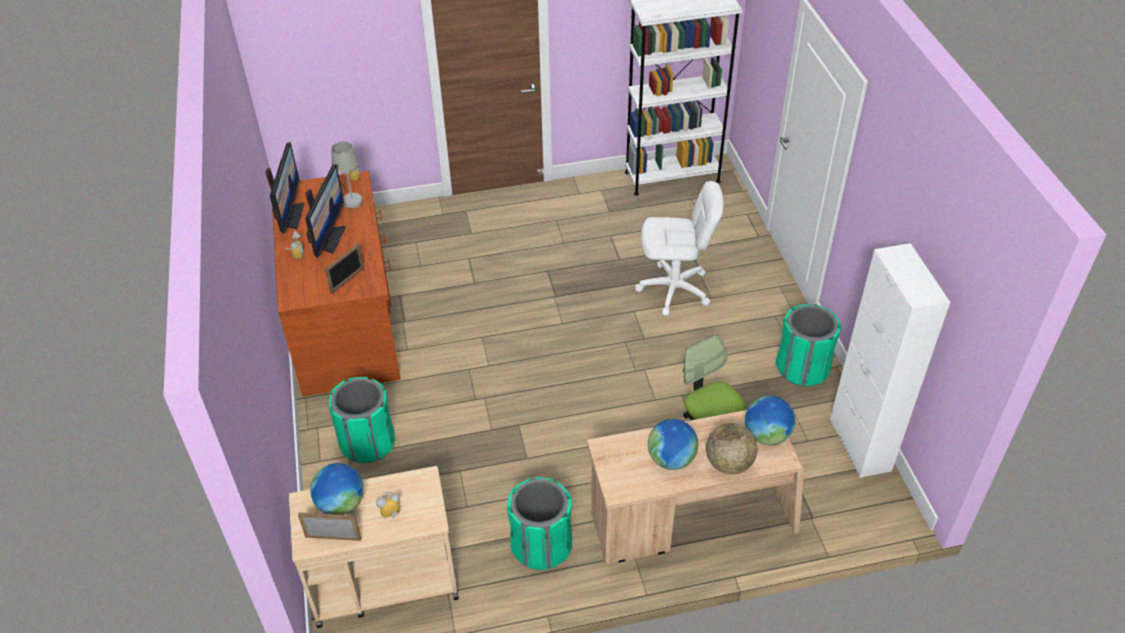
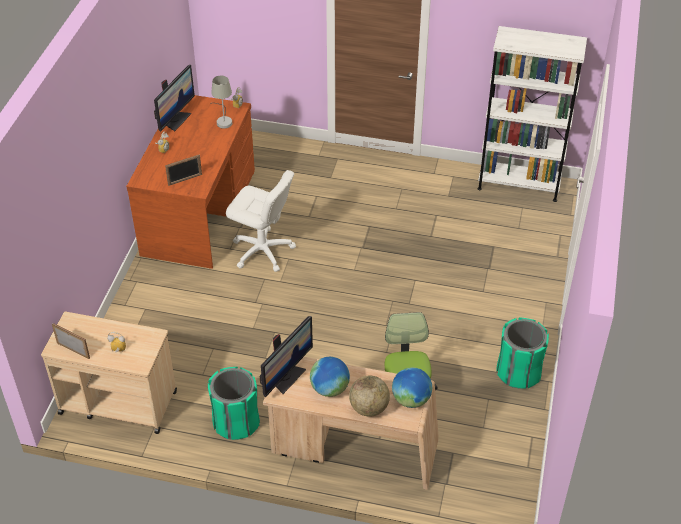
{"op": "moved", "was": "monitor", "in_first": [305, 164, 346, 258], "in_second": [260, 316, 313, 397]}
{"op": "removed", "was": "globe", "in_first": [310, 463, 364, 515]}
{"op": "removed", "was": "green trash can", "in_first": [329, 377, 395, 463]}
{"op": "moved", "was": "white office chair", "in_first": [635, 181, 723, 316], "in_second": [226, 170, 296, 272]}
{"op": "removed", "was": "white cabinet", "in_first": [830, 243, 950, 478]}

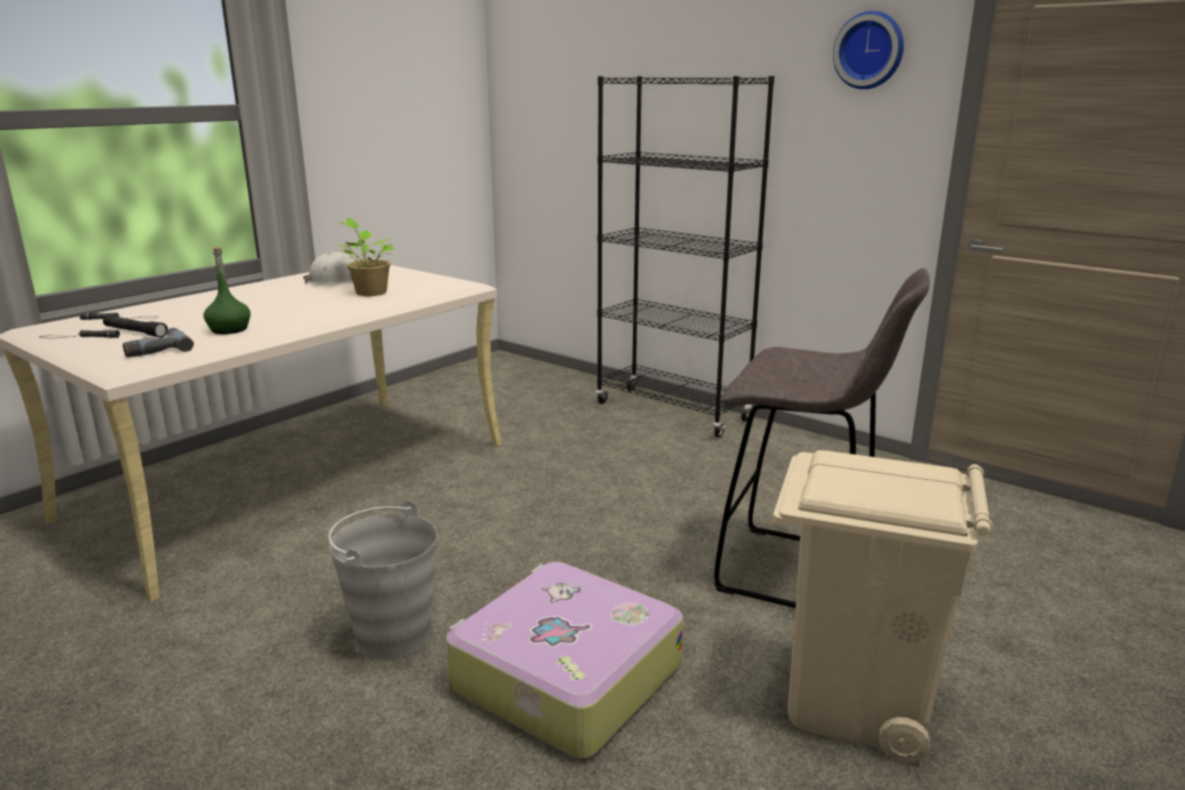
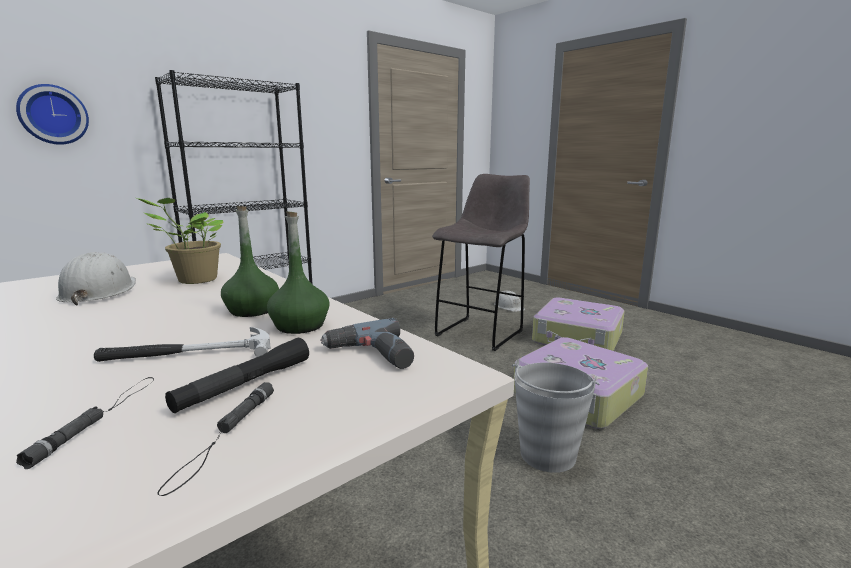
{"op": "replaced", "was": "beige trash can", "now": "suitcase", "in_first": [773, 450, 993, 763], "in_second": [532, 297, 625, 351]}
{"op": "moved", "was": "wall clock", "in_first": [833, 11, 904, 89], "in_second": [16, 84, 89, 145]}
{"op": "added", "now": "hammer", "in_second": [94, 327, 271, 362]}
{"op": "added", "now": "green bottle", "in_second": [221, 206, 279, 317]}
{"op": "added", "now": "white hard hat", "in_second": [494, 291, 525, 312]}

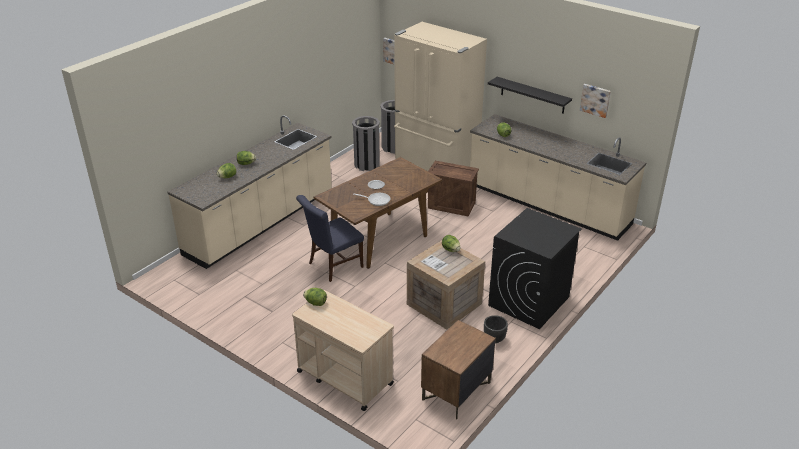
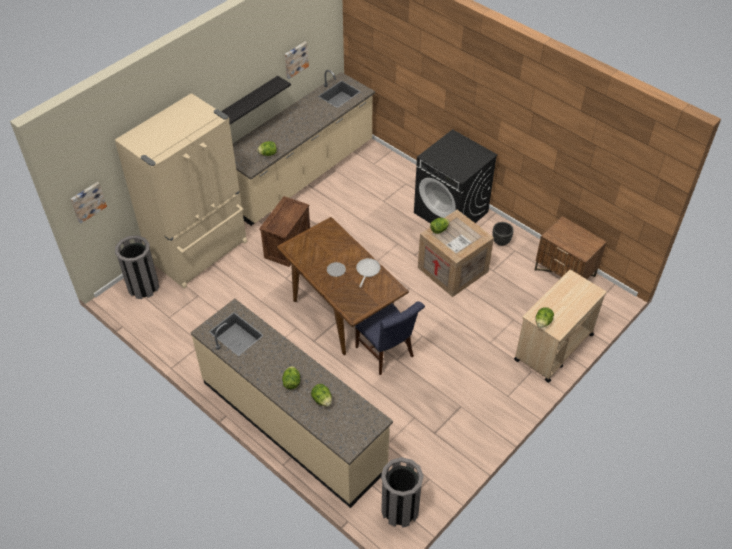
{"op": "moved", "was": "grey trash can", "in_first": [352, 116, 380, 171], "in_second": [381, 457, 424, 528]}

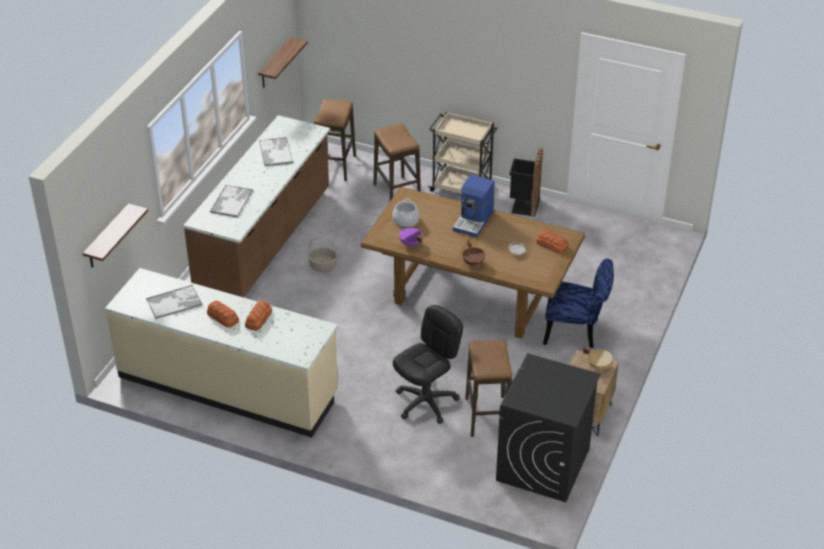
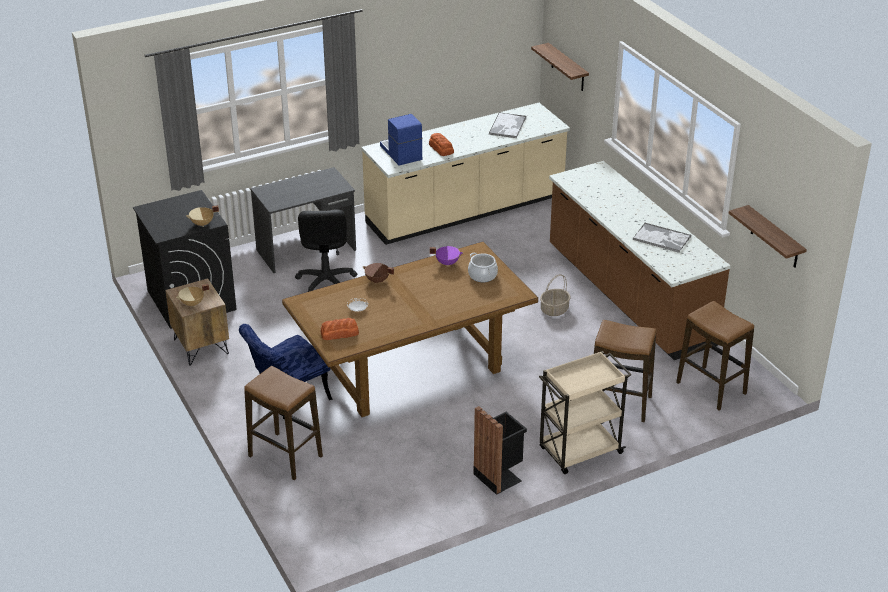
{"op": "removed", "was": "bread", "in_first": [207, 301, 239, 328]}
{"op": "removed", "was": "tray", "in_first": [210, 185, 253, 218]}
{"op": "moved", "was": "coffee machine", "in_first": [453, 175, 495, 237], "in_second": [380, 114, 422, 166]}
{"op": "moved", "was": "stool", "in_first": [465, 340, 512, 437], "in_second": [244, 366, 323, 480]}
{"op": "added", "now": "beige cooking pot", "in_second": [186, 205, 219, 227]}
{"op": "added", "now": "grey desk", "in_second": [250, 167, 356, 273]}

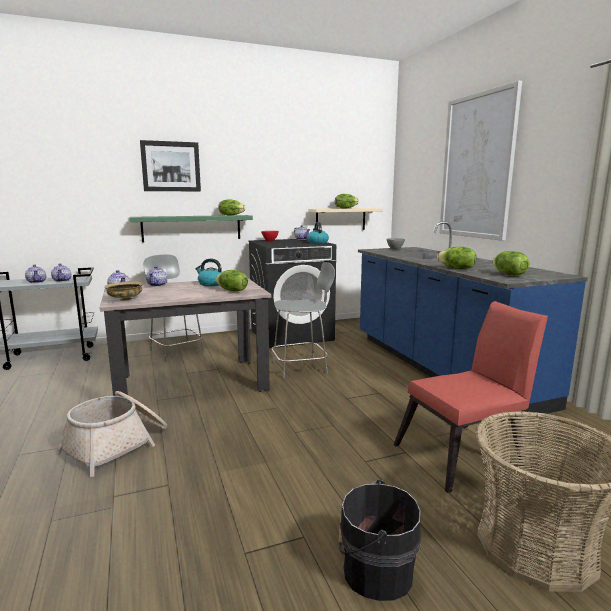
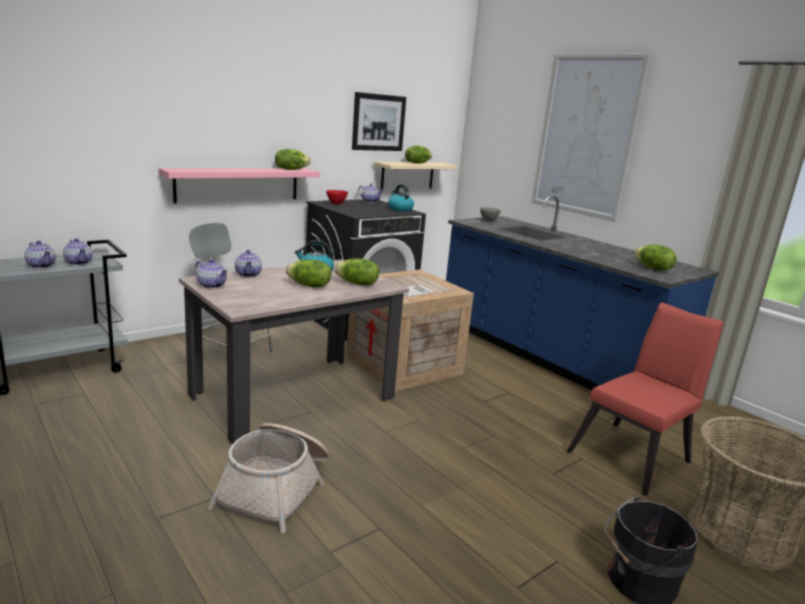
{"op": "removed", "was": "beige bowl", "in_first": [104, 282, 143, 301]}
{"op": "recoloured", "was": "green shelf", "now": "pink shelf", "in_first": [130, 215, 253, 242], "in_second": [159, 168, 320, 204]}
{"op": "moved", "was": "picture", "in_first": [140, 140, 201, 191], "in_second": [352, 92, 406, 151]}
{"op": "replaced", "was": "grey stool", "now": "crate", "in_first": [272, 262, 335, 379], "in_second": [346, 269, 474, 391]}
{"op": "moved", "was": "lettuce", "in_first": [437, 247, 477, 269], "in_second": [286, 259, 331, 287]}

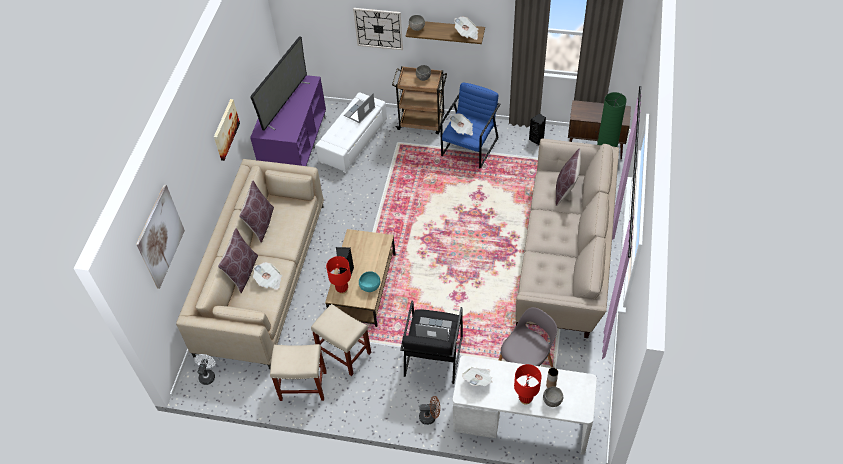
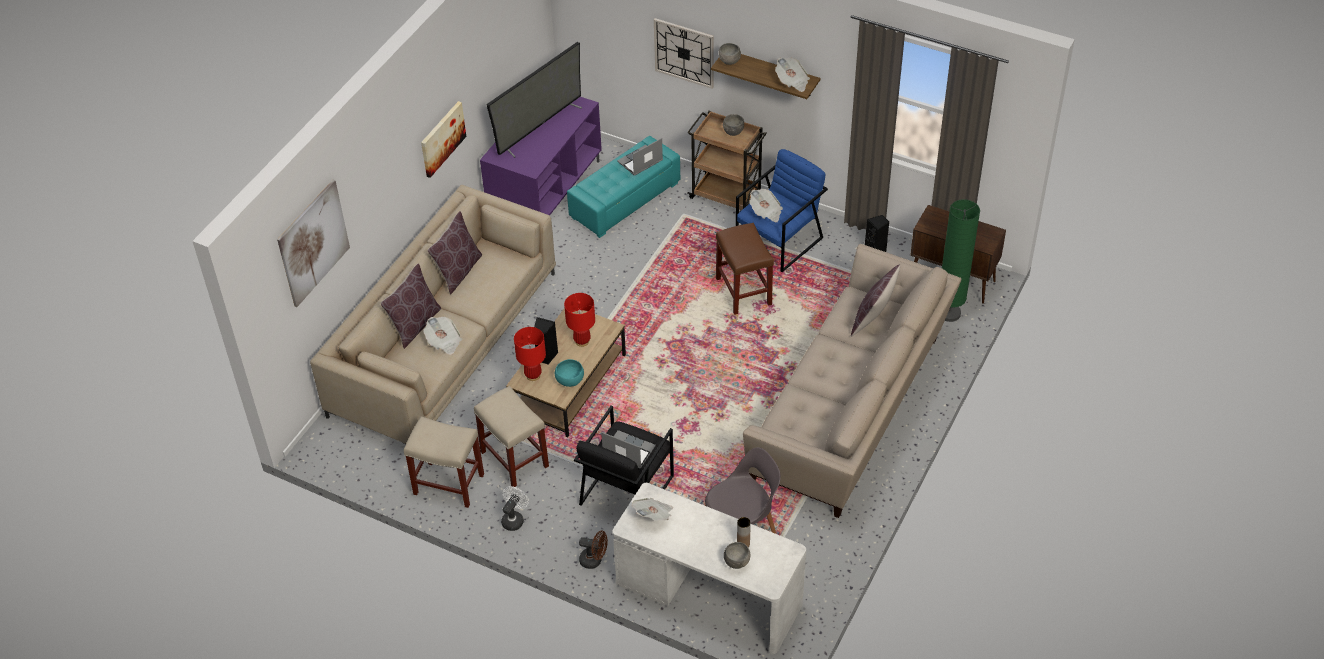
{"op": "moved", "was": "white fan", "in_first": [194, 354, 215, 385], "in_second": [501, 486, 529, 531]}
{"op": "recoloured", "was": "white ottoman", "now": "turquoise ottoman", "in_first": [316, 92, 387, 173], "in_second": [567, 136, 680, 238]}
{"op": "moved", "was": "red table lamp", "in_first": [514, 364, 542, 404], "in_second": [564, 293, 595, 347]}
{"op": "added", "now": "brown stool", "in_second": [716, 223, 774, 315]}

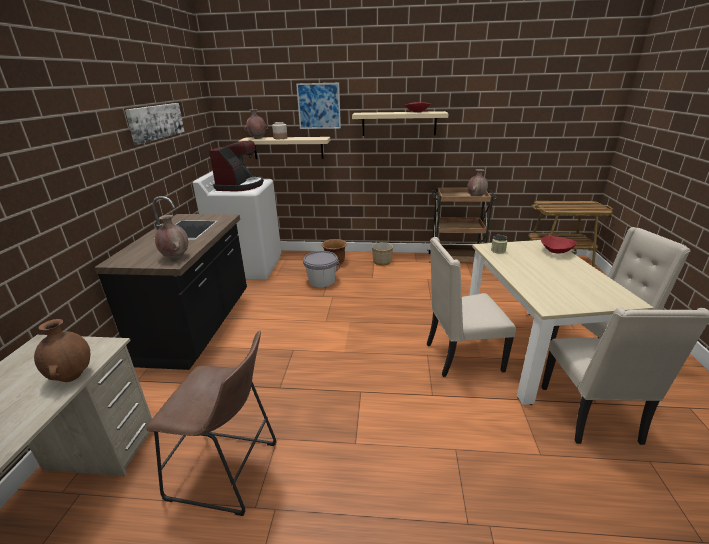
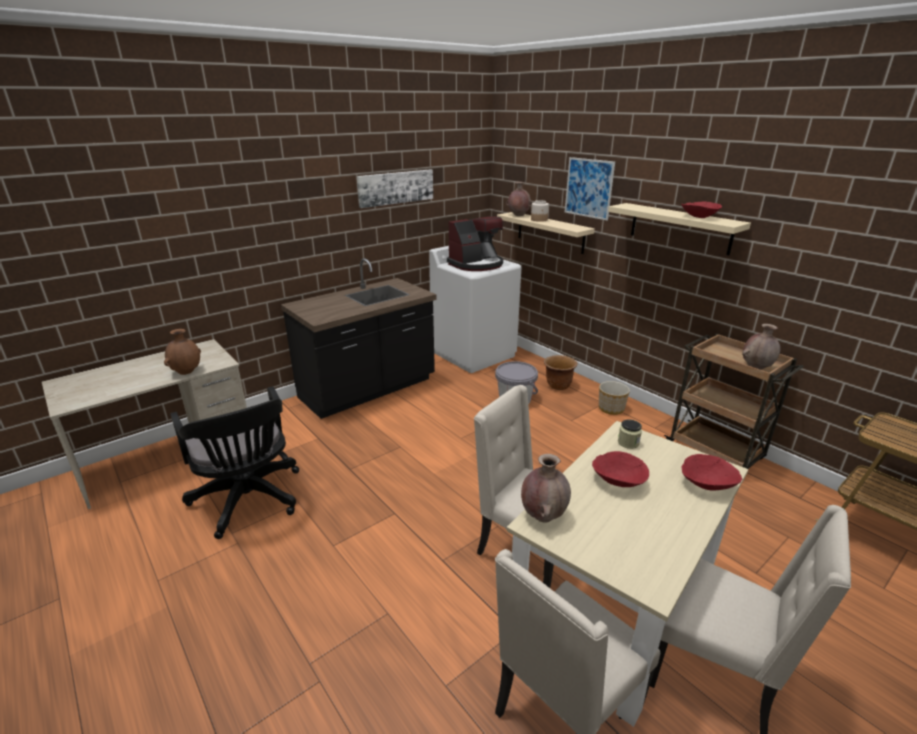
{"op": "replaced", "was": "brown stool", "now": "black office chair", "in_first": [146, 330, 276, 516], "in_second": [170, 386, 299, 539]}
{"op": "moved", "was": "brown vase", "in_first": [155, 215, 188, 259], "in_second": [521, 454, 571, 523]}
{"op": "added", "now": "red bowl", "in_second": [592, 451, 649, 487]}

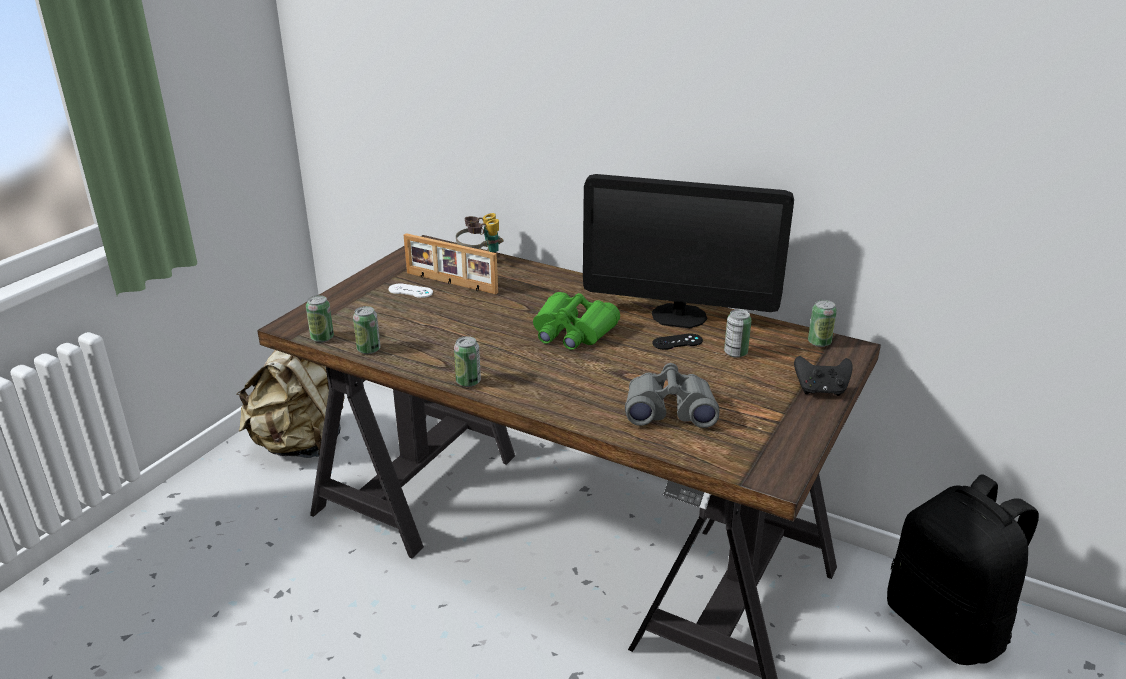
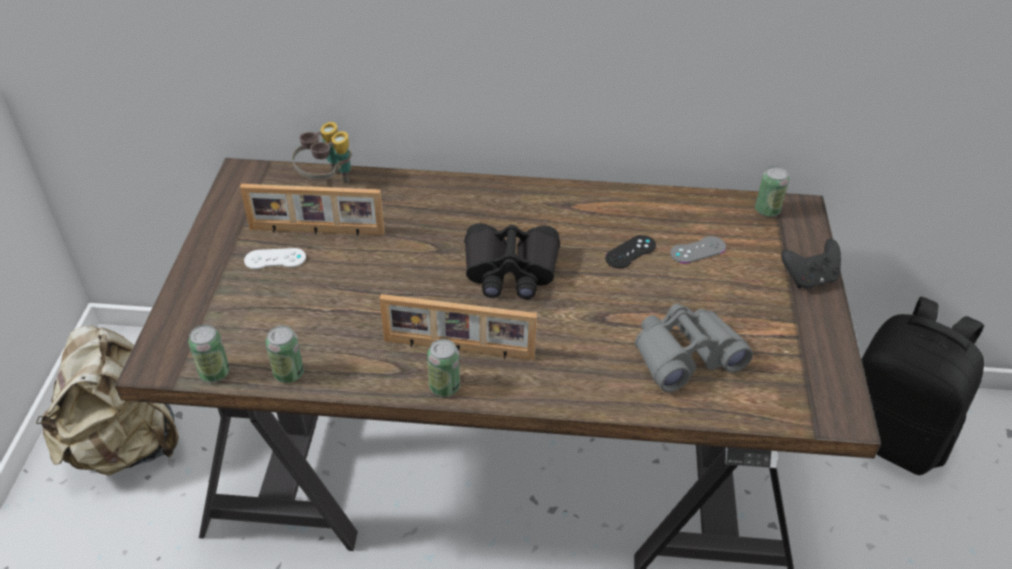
{"op": "recoloured", "was": "green binoculars", "now": "black binoculars", "in_first": [533, 292, 620, 350], "in_second": [464, 223, 560, 299]}
{"op": "removed", "was": "monitor", "in_first": [583, 174, 794, 328]}
{"op": "replaced", "was": "can", "now": "grey game controller", "in_first": [724, 309, 751, 358], "in_second": [670, 236, 726, 263]}
{"op": "added", "now": "picture frame", "in_second": [379, 294, 537, 360]}

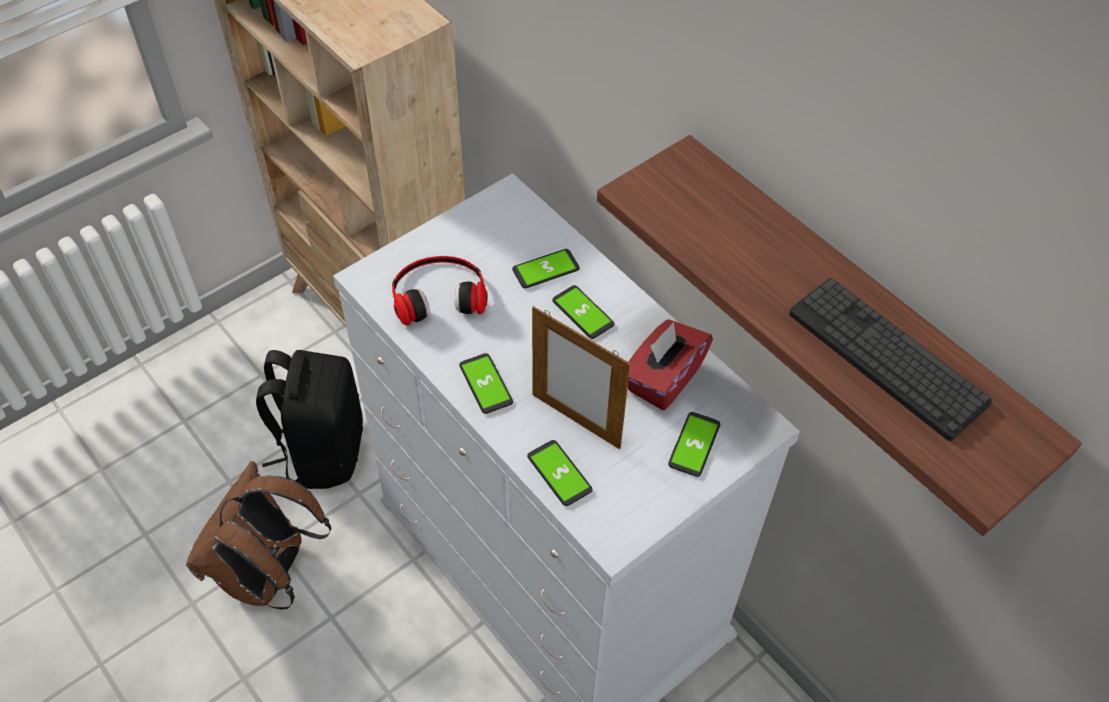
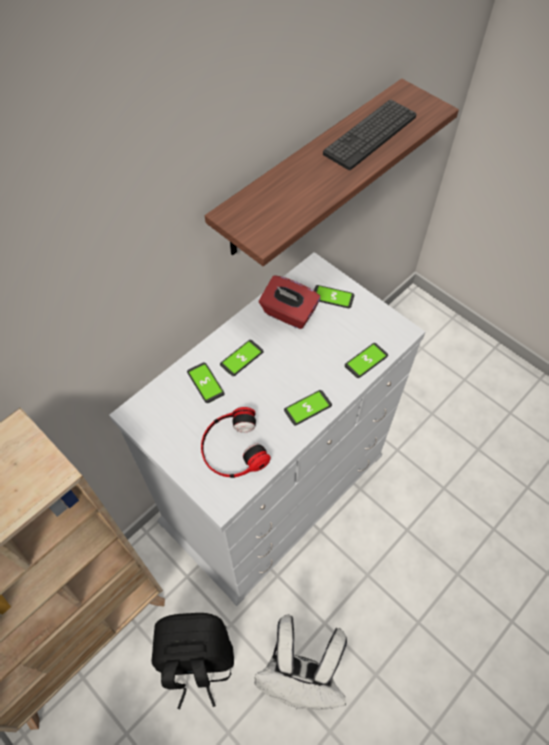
{"op": "recoloured", "was": "brown backpack", "now": "white backpack", "in_first": [186, 461, 331, 609], "in_second": [254, 614, 347, 710]}
{"op": "removed", "was": "picture frame", "in_first": [532, 306, 630, 449]}

